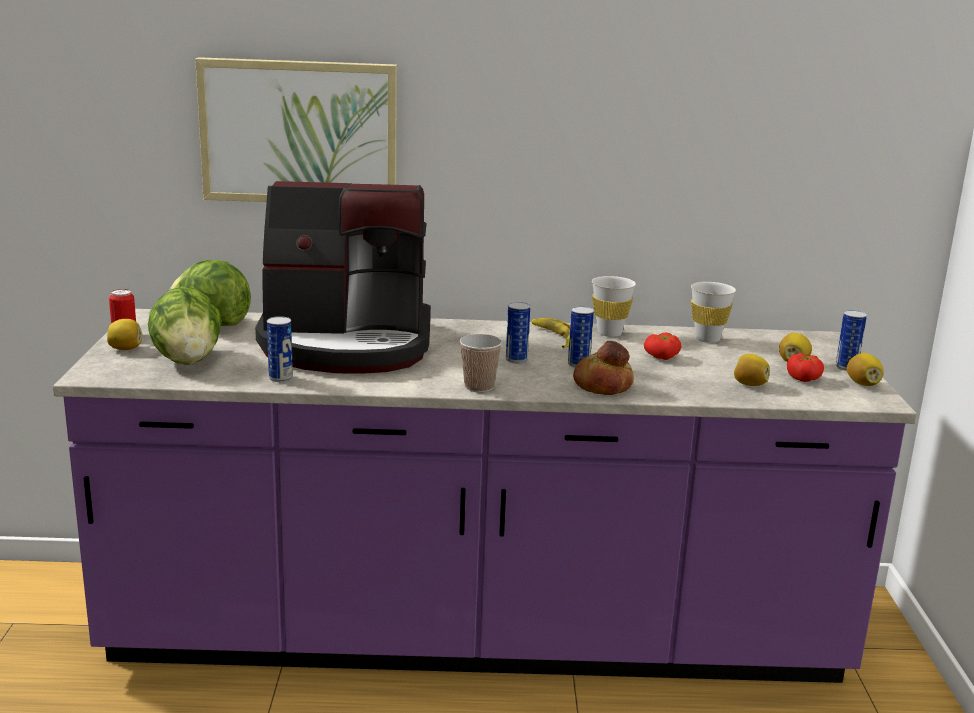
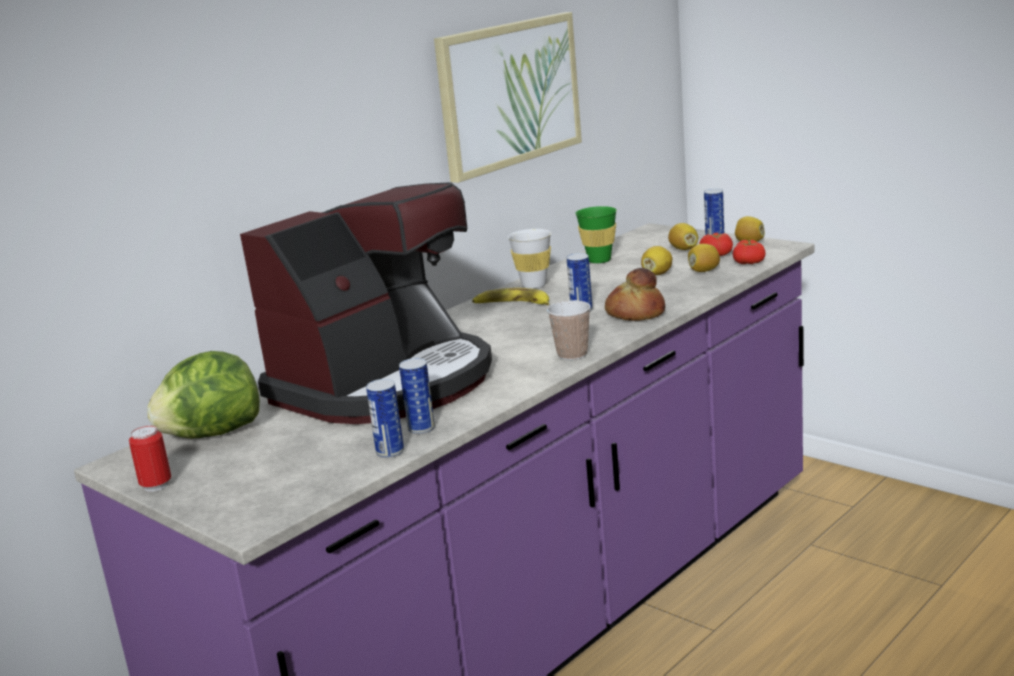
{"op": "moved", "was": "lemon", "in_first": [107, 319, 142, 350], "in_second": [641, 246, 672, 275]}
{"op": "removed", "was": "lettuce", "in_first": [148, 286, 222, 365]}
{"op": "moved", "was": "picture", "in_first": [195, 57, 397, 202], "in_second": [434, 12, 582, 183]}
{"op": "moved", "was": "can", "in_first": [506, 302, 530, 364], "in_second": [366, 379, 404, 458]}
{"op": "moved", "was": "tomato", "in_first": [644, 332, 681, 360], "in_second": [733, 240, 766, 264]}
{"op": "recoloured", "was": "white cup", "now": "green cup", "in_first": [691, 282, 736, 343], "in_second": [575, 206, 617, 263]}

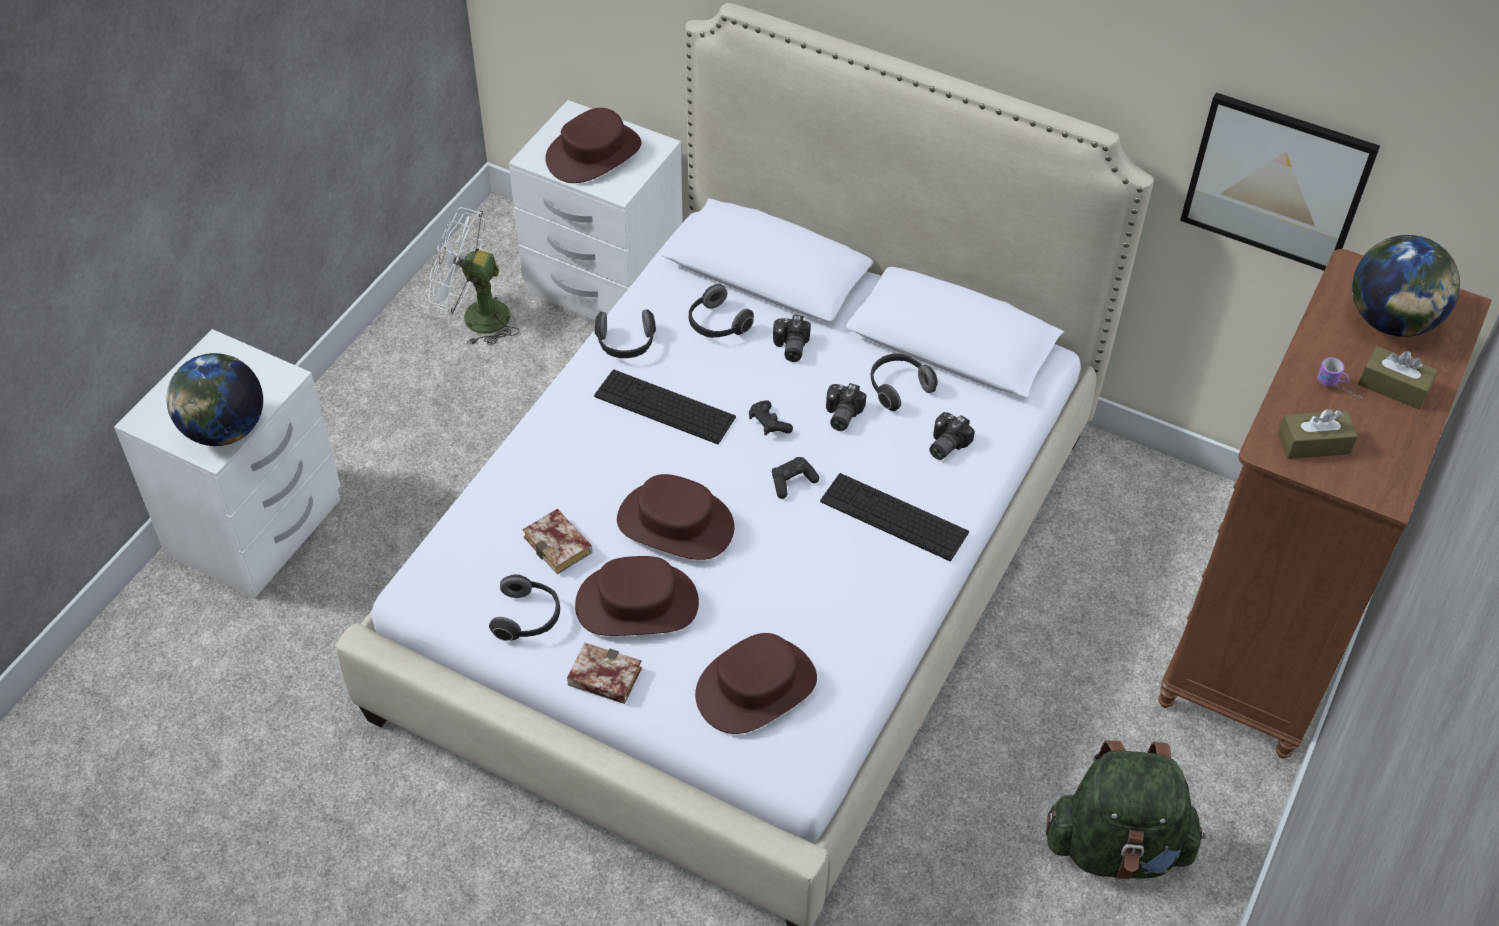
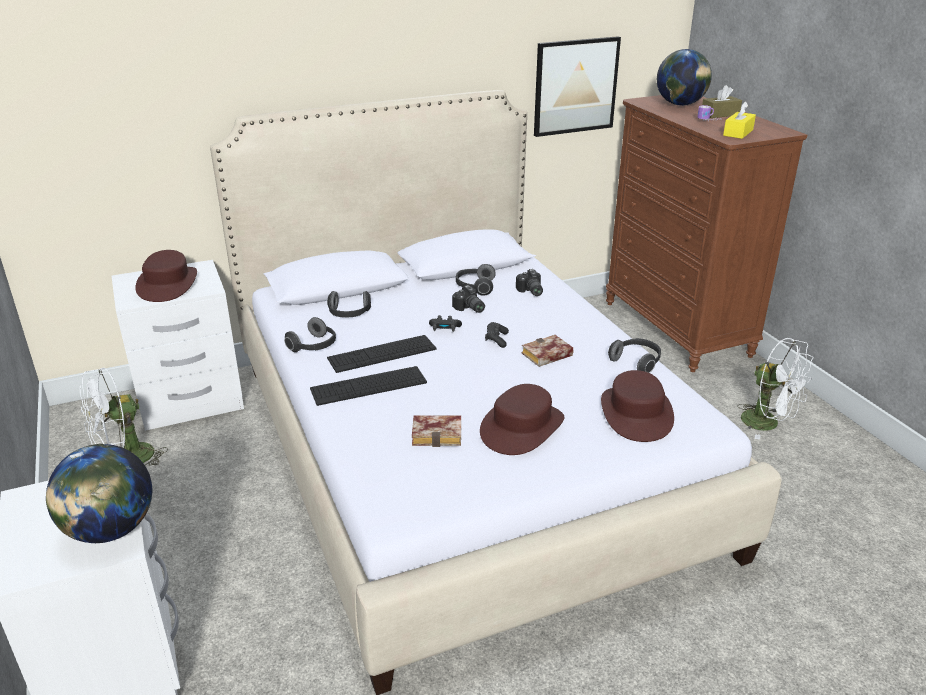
{"op": "moved", "was": "headphones", "in_first": [489, 574, 560, 641], "in_second": [608, 338, 661, 373]}
{"op": "moved", "was": "book", "in_first": [567, 643, 642, 704], "in_second": [522, 335, 574, 367]}
{"op": "removed", "was": "brown hat", "in_first": [617, 474, 734, 560]}
{"op": "removed", "was": "photo camera", "in_first": [773, 315, 811, 362]}
{"op": "moved", "was": "keyboard", "in_first": [820, 473, 969, 561], "in_second": [310, 366, 427, 406]}
{"op": "replaced", "was": "green backpack", "now": "white fan", "in_first": [1046, 741, 1206, 879], "in_second": [737, 338, 814, 440]}
{"op": "recoloured", "was": "brown tissue box", "now": "yellow tissue box", "in_first": [1278, 409, 1358, 459], "in_second": [723, 102, 756, 139]}

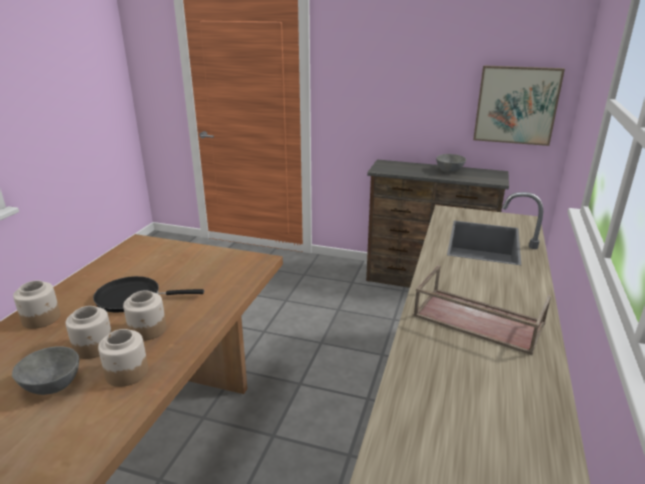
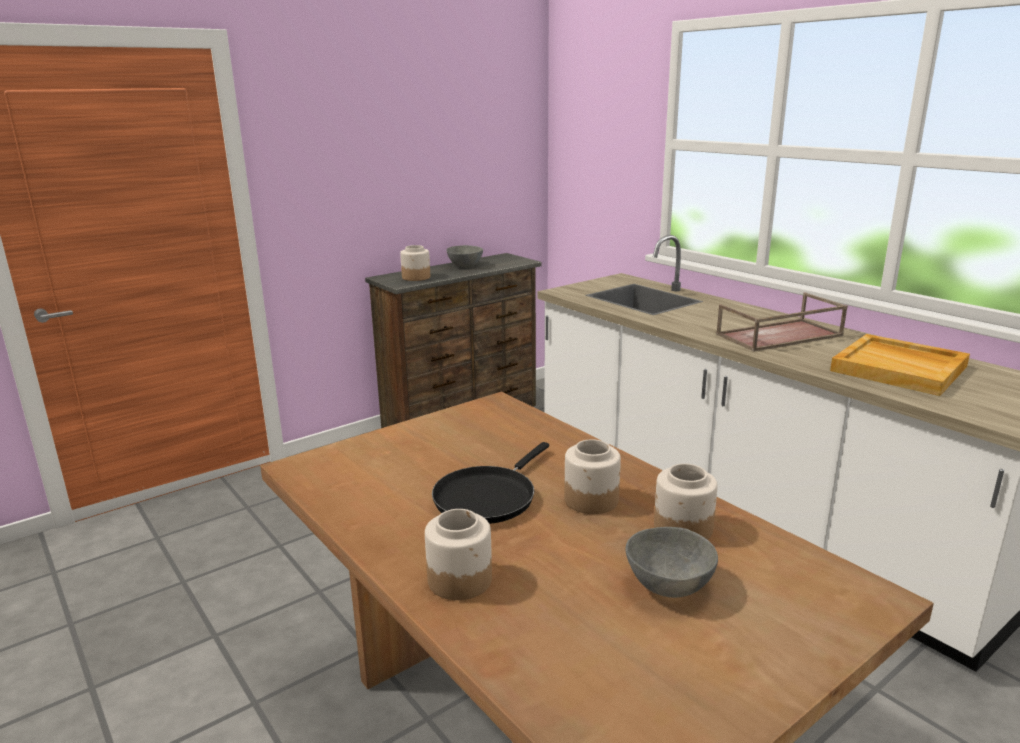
{"op": "moved", "was": "jar", "in_first": [65, 306, 112, 359], "in_second": [400, 245, 430, 281]}
{"op": "removed", "was": "picture", "in_first": [473, 65, 565, 146]}
{"op": "added", "now": "beige tray", "in_second": [830, 334, 970, 396]}

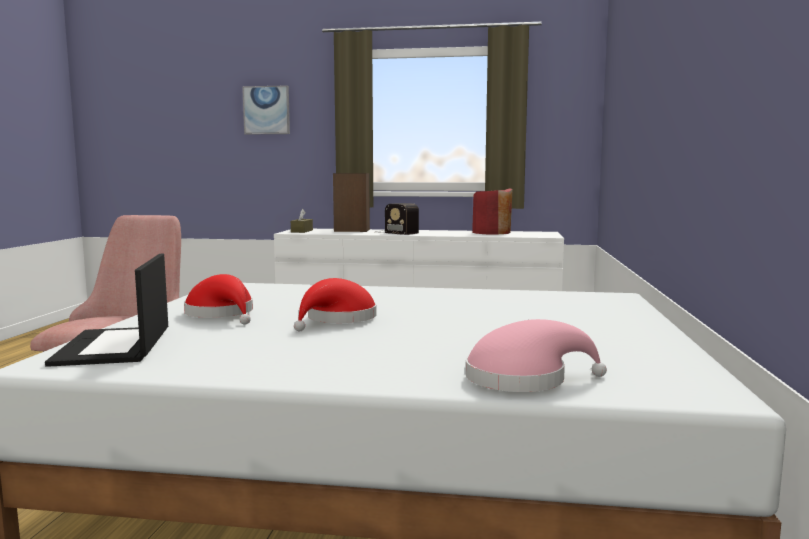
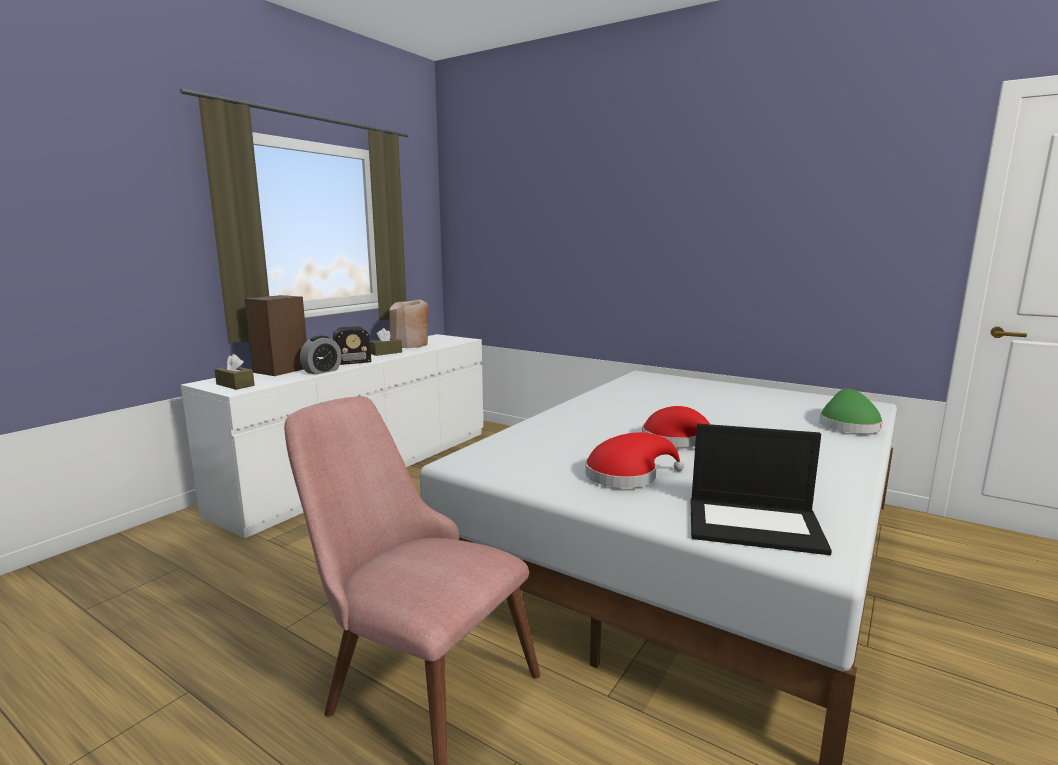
{"op": "removed", "was": "picture", "in_first": [242, 85, 290, 134]}
{"op": "recoloured", "was": "pink hat", "now": "green hat", "in_first": [465, 319, 607, 392], "in_second": [819, 389, 883, 433]}
{"op": "recoloured", "was": "red vase", "now": "beige vase", "in_first": [472, 188, 513, 234], "in_second": [389, 299, 428, 348]}
{"op": "added", "now": "alarm clock", "in_second": [300, 335, 342, 375]}
{"op": "added", "now": "brown tissue box", "in_second": [370, 328, 402, 356]}

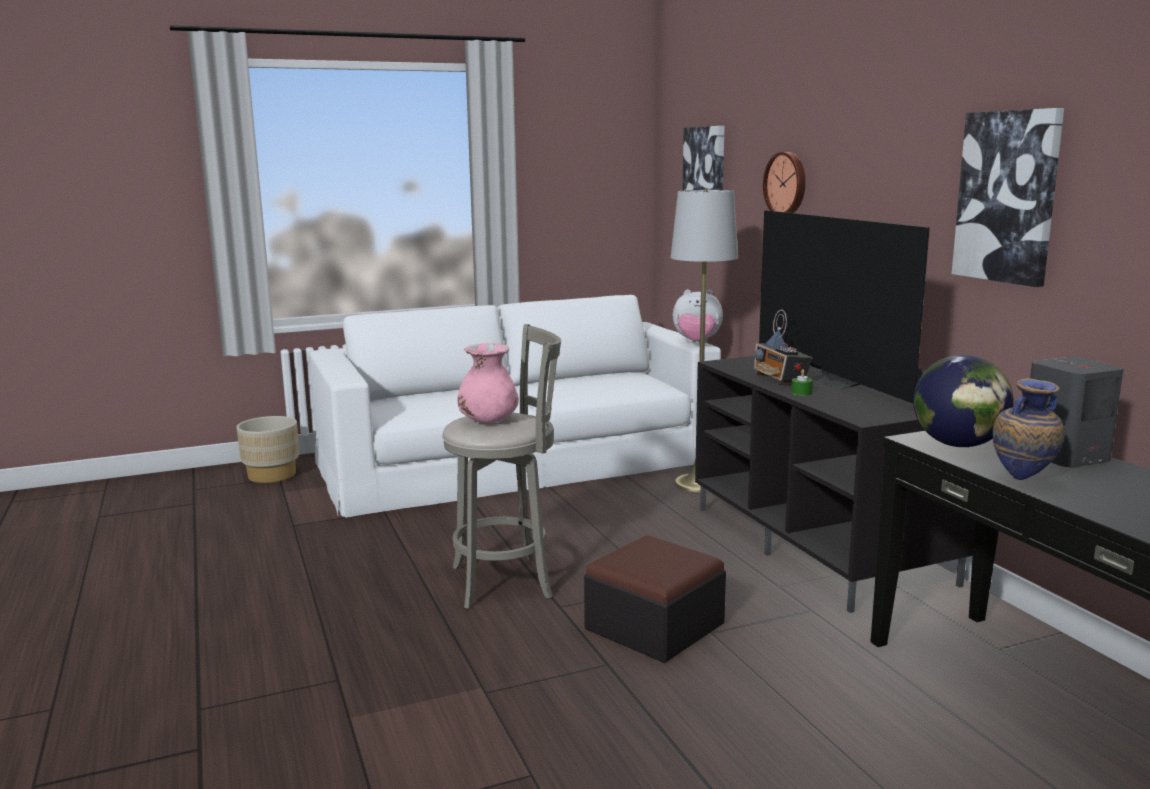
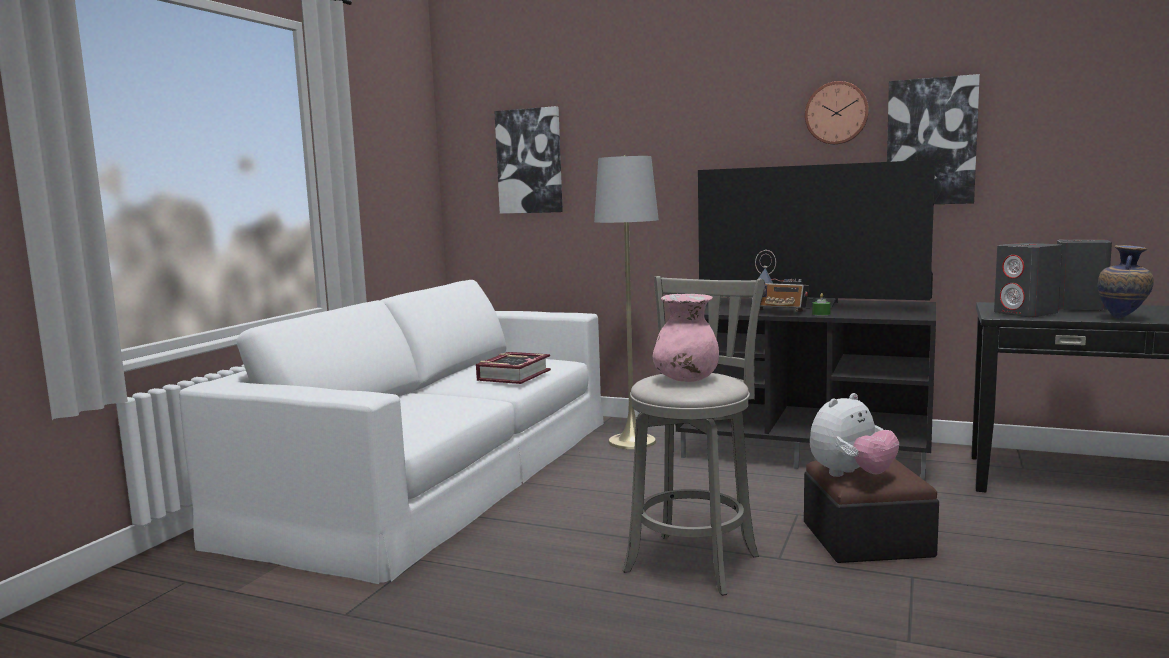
{"op": "removed", "was": "beige planter", "in_first": [236, 416, 299, 483]}
{"op": "moved", "was": "plush toy", "in_first": [673, 289, 723, 343], "in_second": [810, 393, 899, 477]}
{"op": "moved", "was": "wall clock", "in_first": [763, 152, 805, 213], "in_second": [805, 81, 869, 145]}
{"op": "replaced", "was": "globe", "now": "grey speaker", "in_first": [913, 355, 1014, 447], "in_second": [994, 243, 1062, 317]}
{"op": "added", "now": "book", "in_second": [476, 352, 551, 384]}

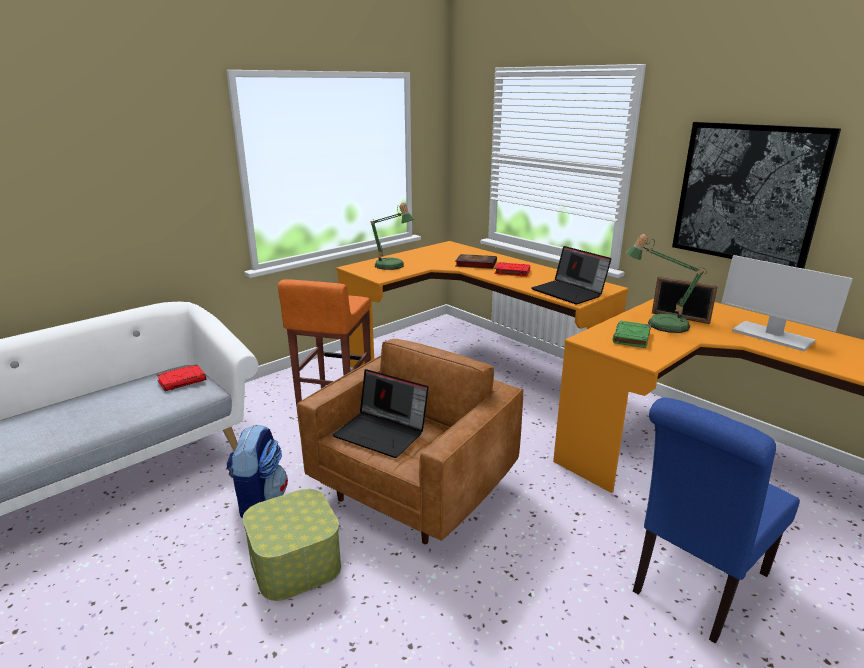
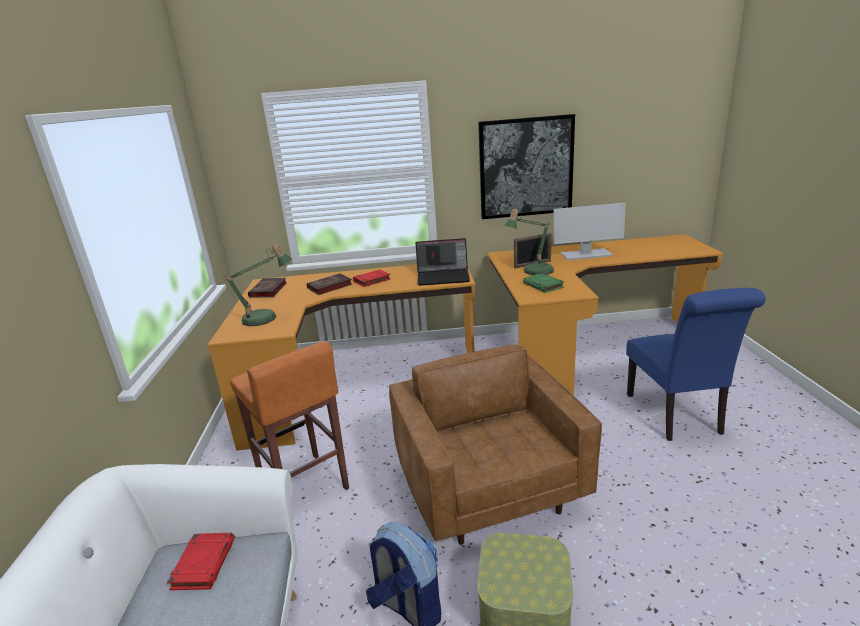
{"op": "removed", "was": "laptop", "in_first": [332, 369, 429, 458]}
{"op": "added", "now": "book", "in_second": [248, 278, 287, 298]}

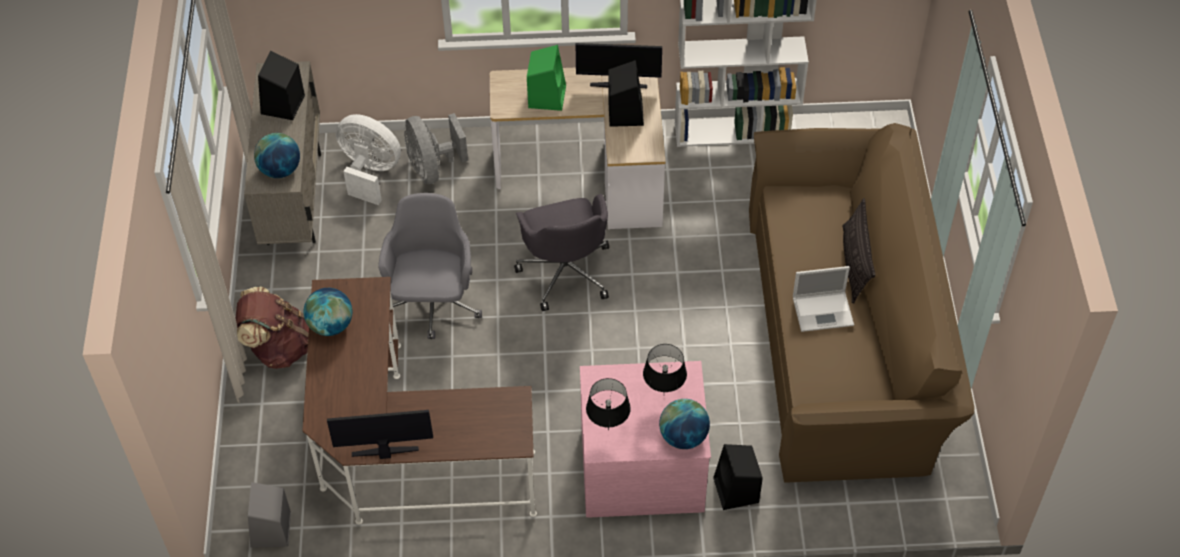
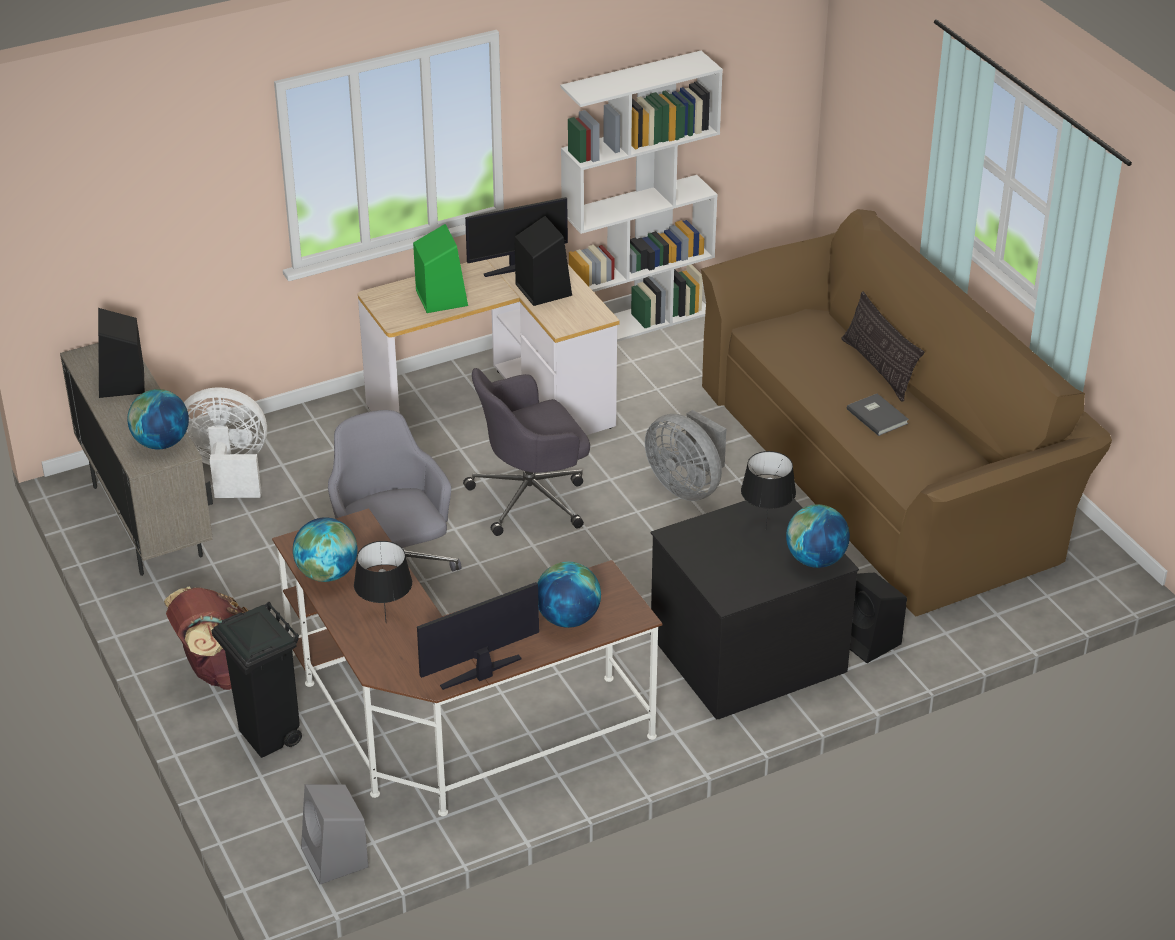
{"op": "moved", "was": "grey fan", "in_first": [404, 113, 468, 184], "in_second": [645, 410, 726, 501]}
{"op": "turned", "was": "grey office chair", "in_first": [514, 194, 609, 311], "in_second": [463, 368, 590, 536], "clockwise": 105}
{"op": "recoloured", "was": "pink dresser", "now": "black dresser", "in_first": [580, 361, 711, 518], "in_second": [651, 499, 859, 719]}
{"op": "moved", "was": "black table lamp", "in_first": [586, 378, 631, 430], "in_second": [354, 541, 412, 621]}
{"op": "replaced", "was": "laptop", "now": "grey book", "in_first": [793, 266, 854, 332], "in_second": [847, 393, 909, 436]}
{"op": "added", "now": "black trash can", "in_second": [212, 602, 302, 758]}
{"op": "added", "now": "globe", "in_second": [537, 562, 601, 628]}

